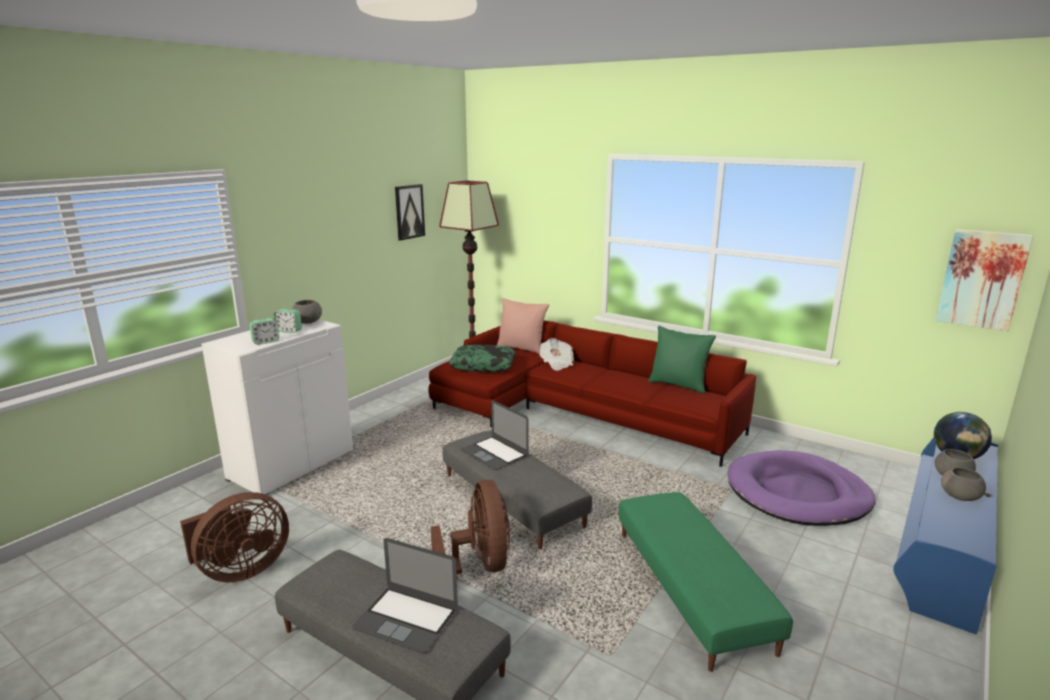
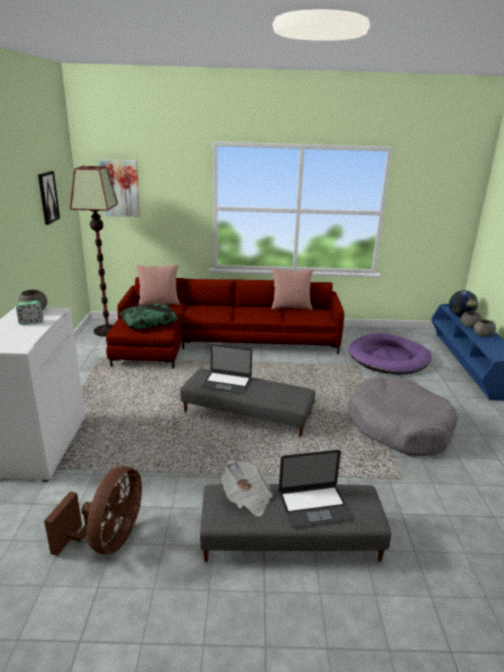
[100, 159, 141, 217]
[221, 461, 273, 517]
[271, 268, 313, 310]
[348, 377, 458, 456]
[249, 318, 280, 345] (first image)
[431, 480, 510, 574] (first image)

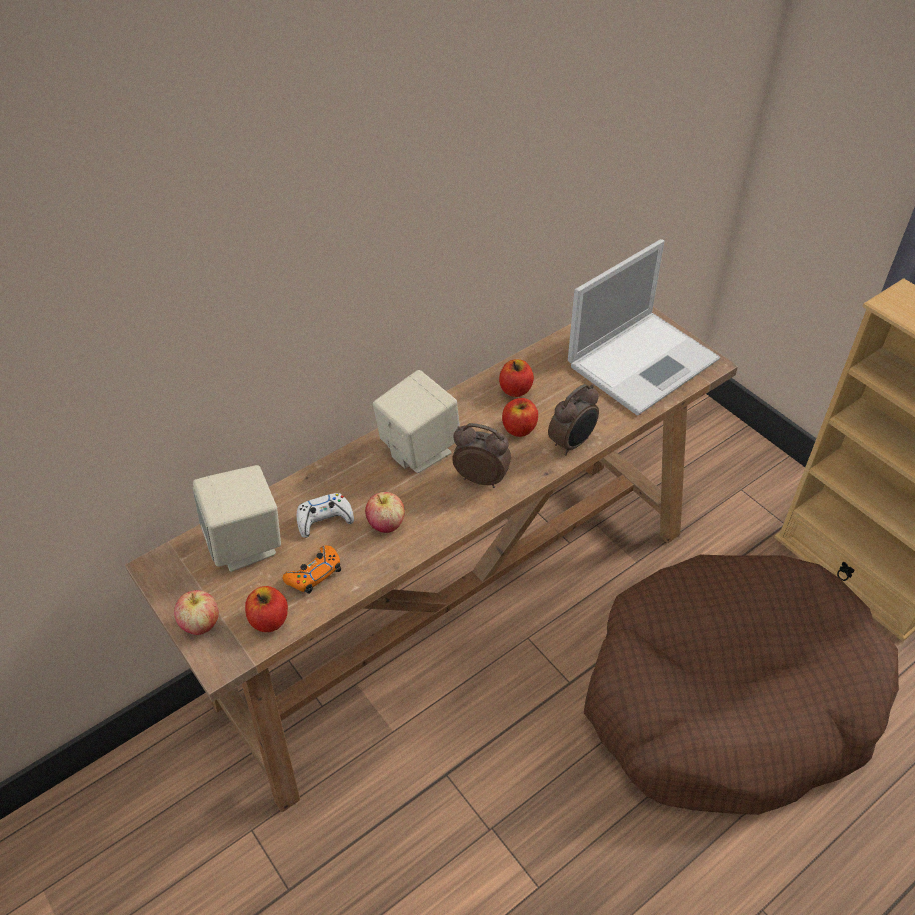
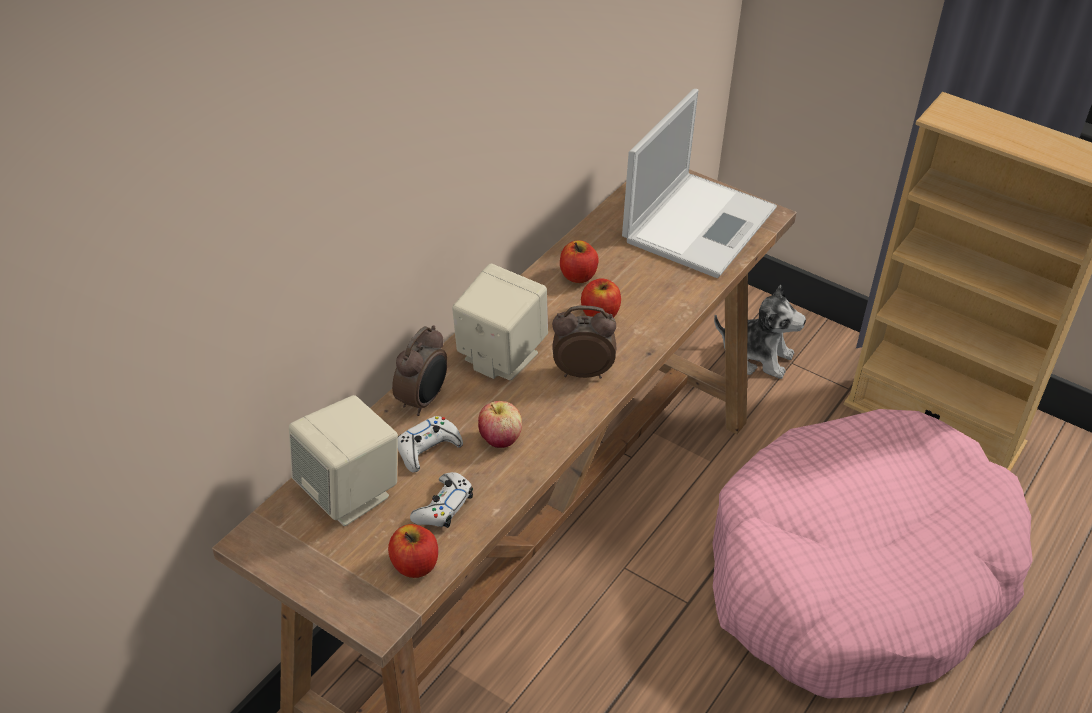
[392, 325, 447, 416]
[410, 472, 473, 528]
[712, 409, 1033, 698]
[714, 285, 806, 379]
[174, 590, 219, 635] (first image)

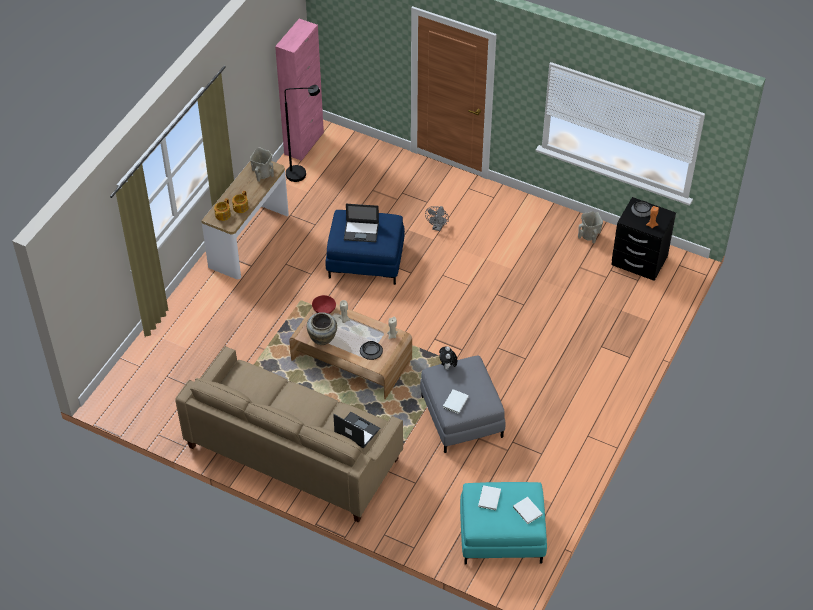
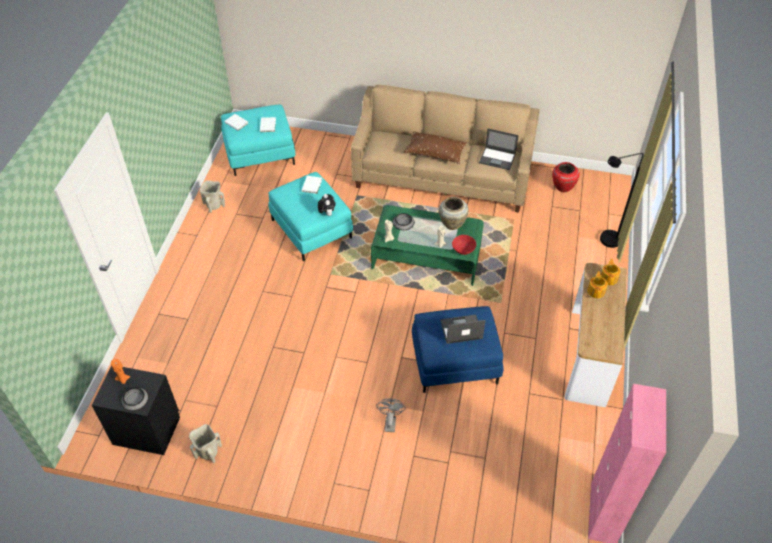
[200, 180, 225, 213]
[268, 172, 353, 261]
[371, 205, 484, 286]
[404, 131, 467, 164]
[479, 129, 519, 170]
[552, 162, 580, 192]
[600, 153, 644, 248]

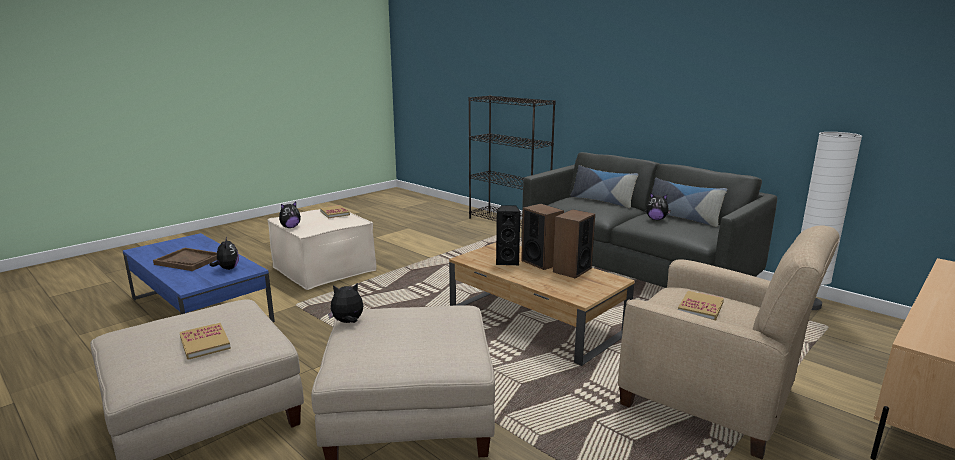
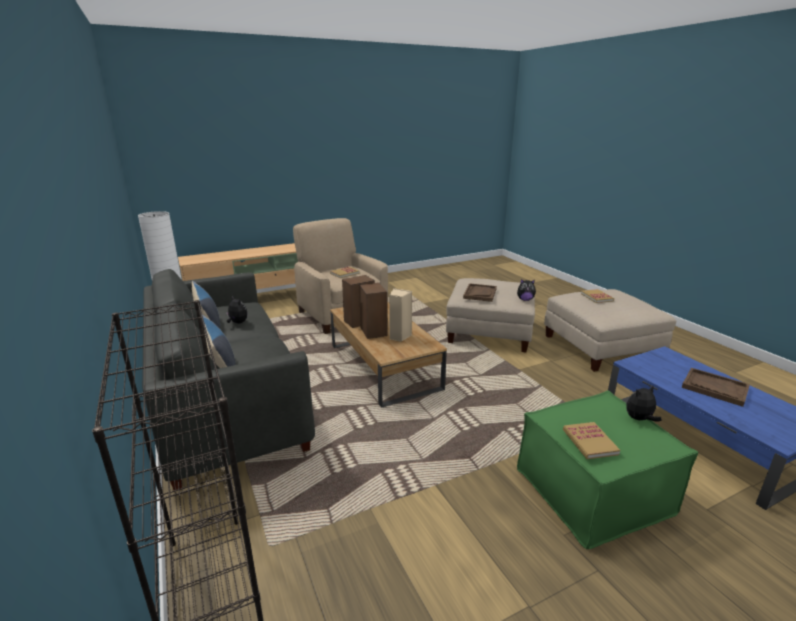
[389, 288, 412, 342]
[463, 283, 497, 302]
[517, 391, 698, 549]
[210, 237, 239, 270] (first image)

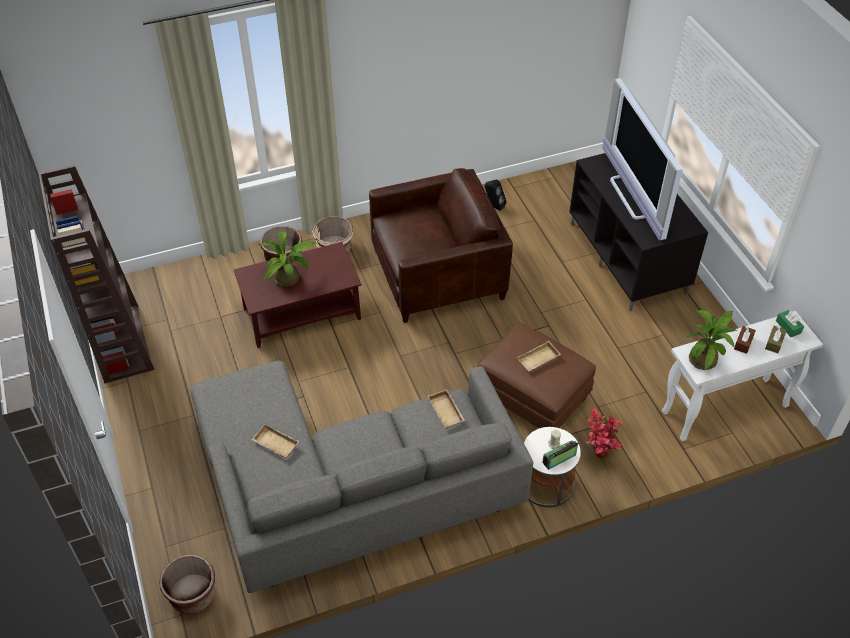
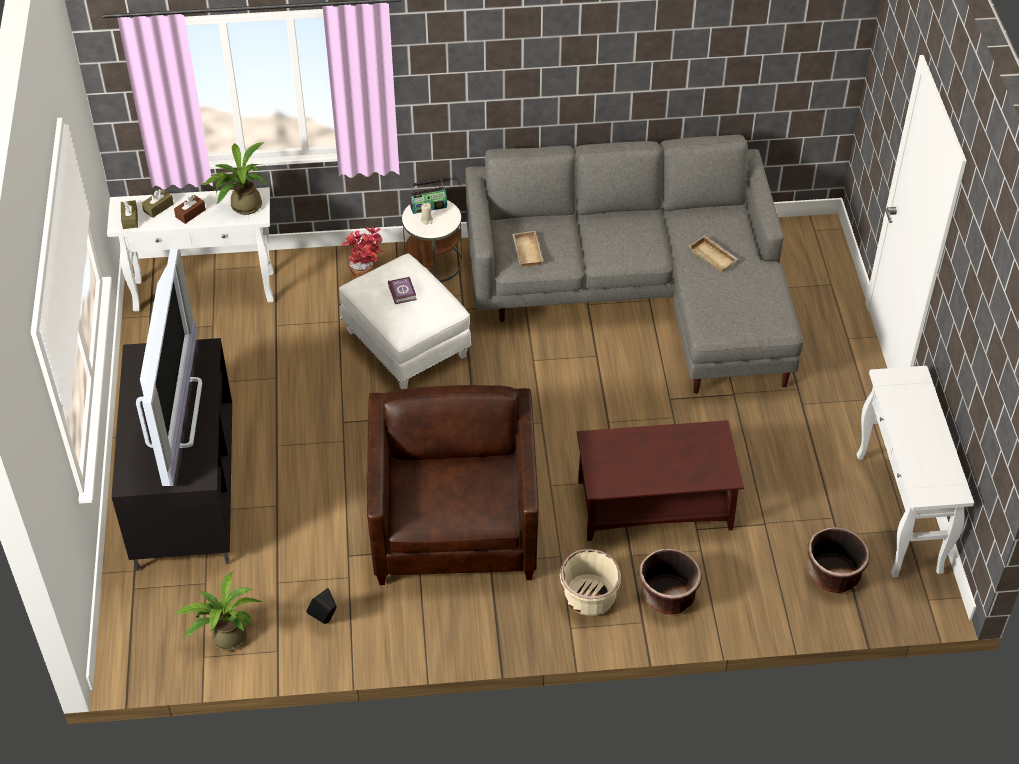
[121, 200, 138, 229]
[175, 572, 262, 651]
[339, 254, 471, 389]
[367, 385, 539, 585]
[388, 277, 417, 304]
[807, 527, 870, 593]
[857, 366, 974, 578]

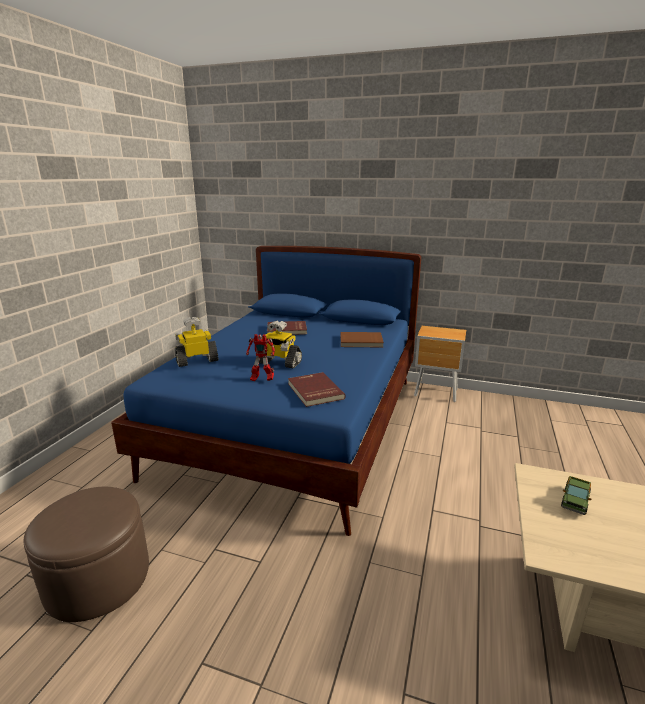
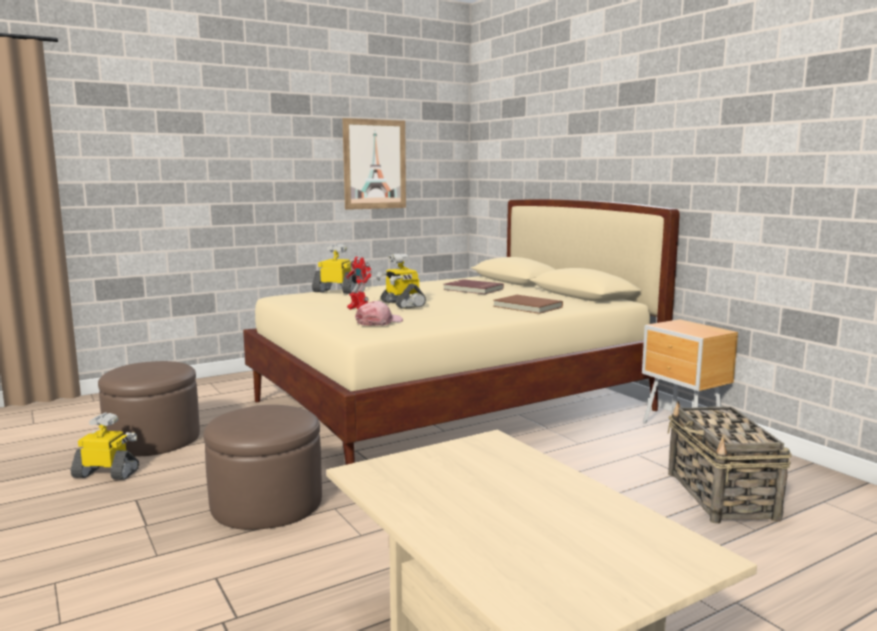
[71, 412, 139, 480]
[203, 405, 322, 530]
[243, 199, 680, 465]
[342, 118, 406, 210]
[355, 301, 403, 326]
[668, 401, 792, 524]
[561, 476, 592, 515] (first image)

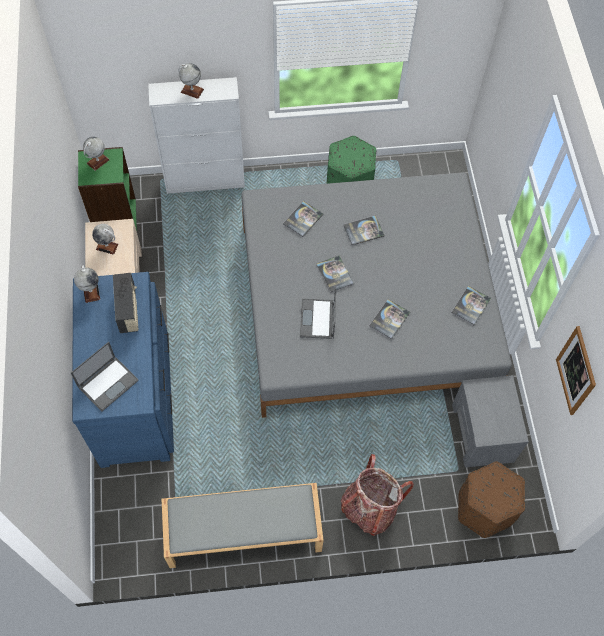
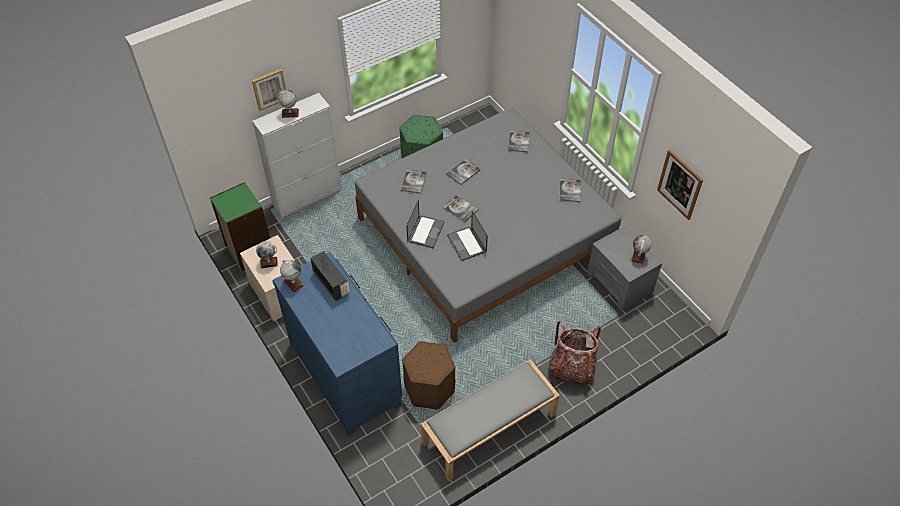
[252, 69, 286, 111]
[402, 341, 455, 409]
[406, 199, 445, 249]
[508, 130, 530, 153]
[632, 235, 652, 264]

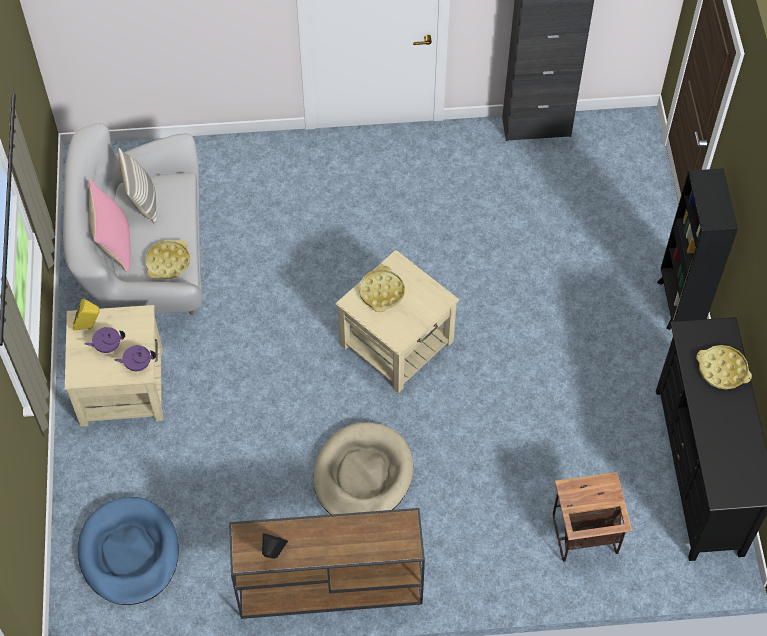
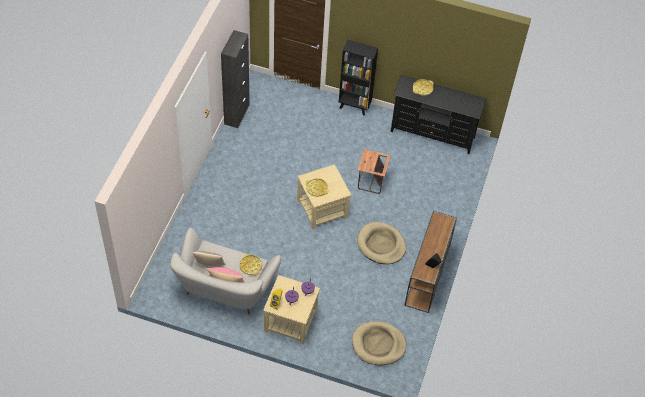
[352, 321, 406, 365]
[358, 149, 391, 194]

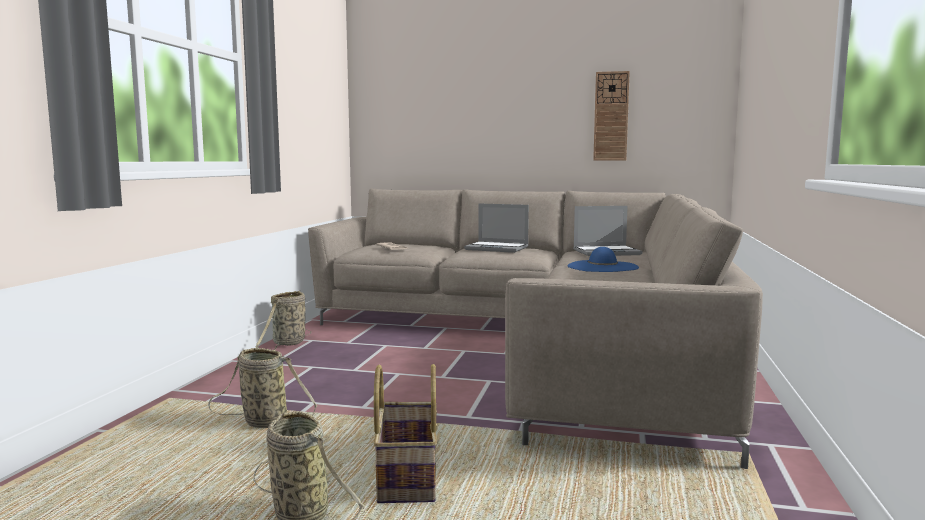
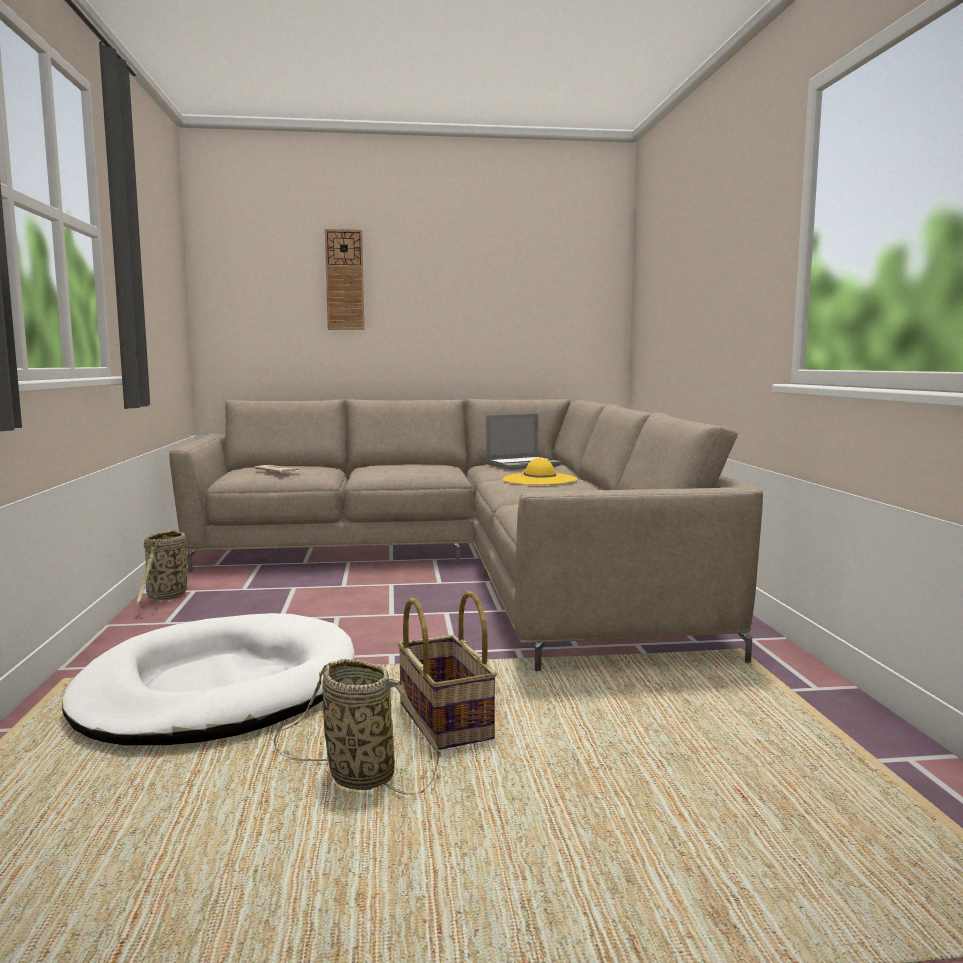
[62, 613, 355, 745]
[325, 229, 364, 330]
[503, 458, 578, 485]
[464, 203, 529, 253] (first image)

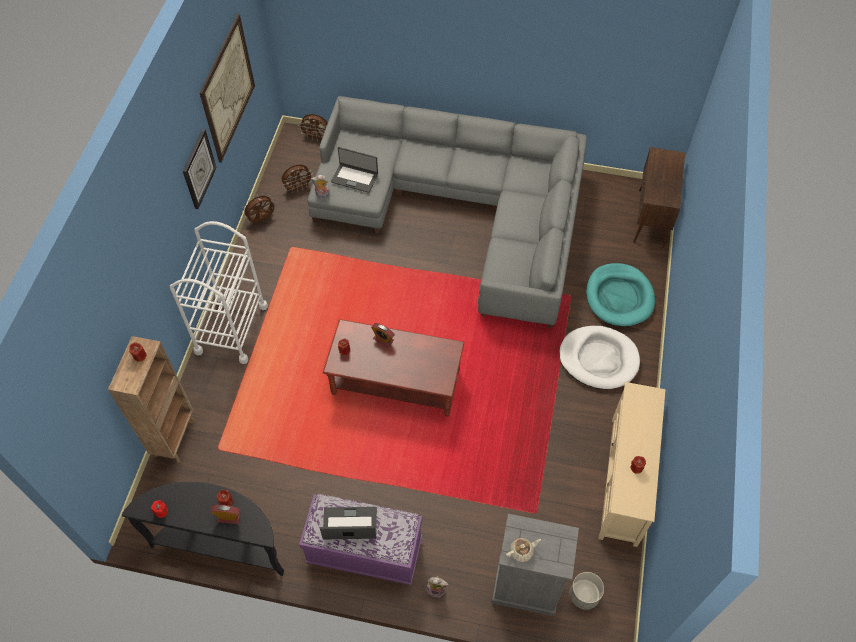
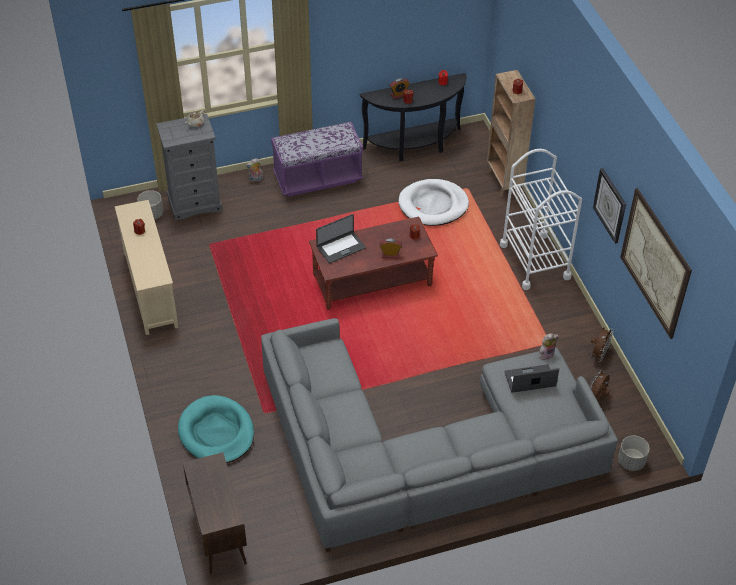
[316, 214, 366, 264]
[399, 179, 469, 226]
[618, 435, 649, 471]

